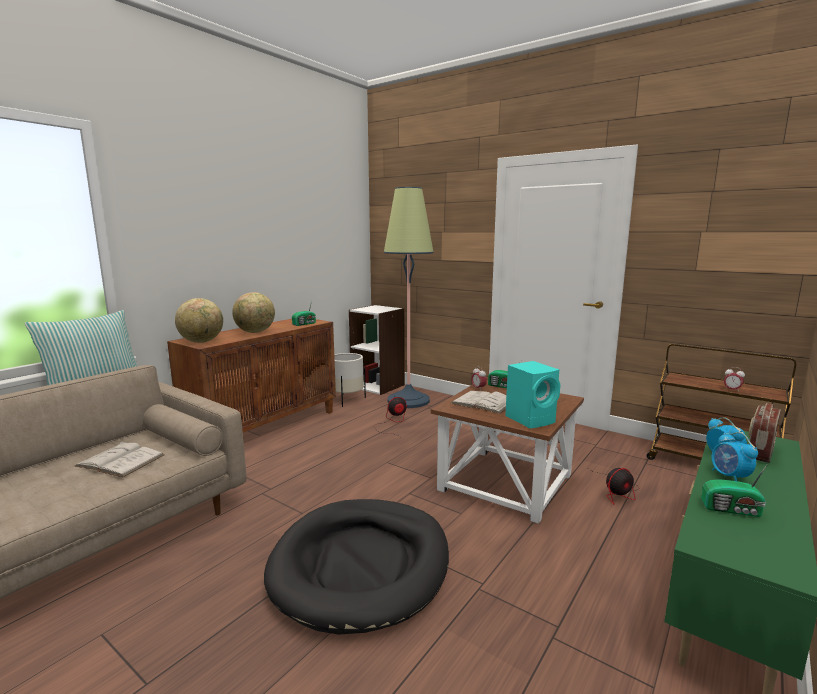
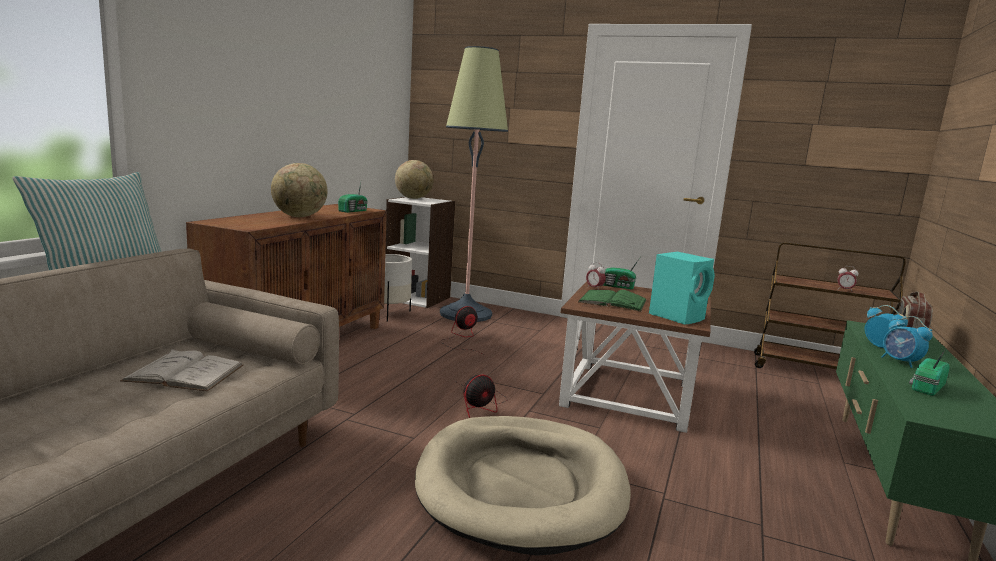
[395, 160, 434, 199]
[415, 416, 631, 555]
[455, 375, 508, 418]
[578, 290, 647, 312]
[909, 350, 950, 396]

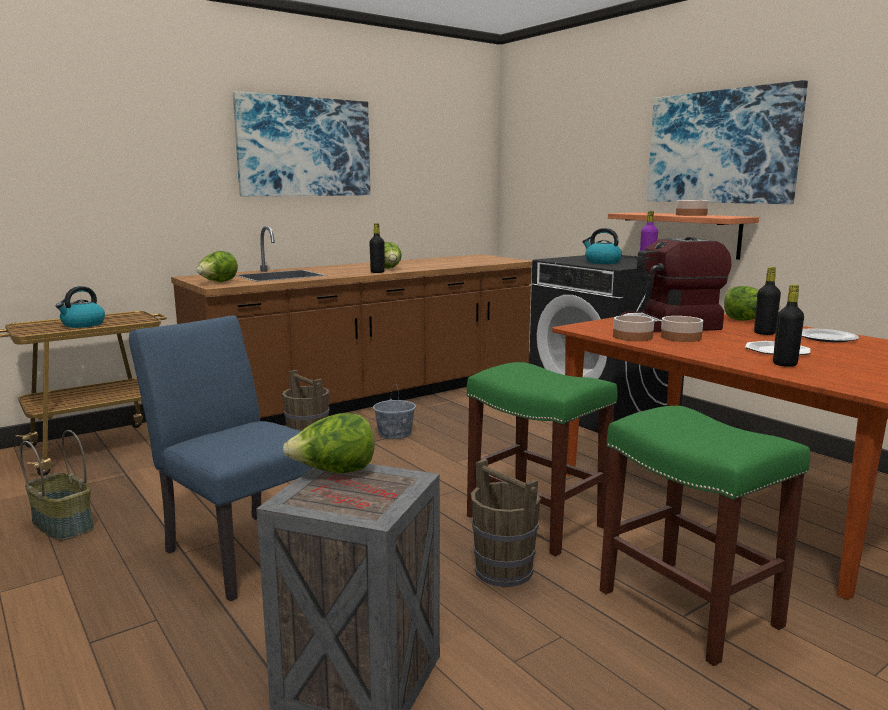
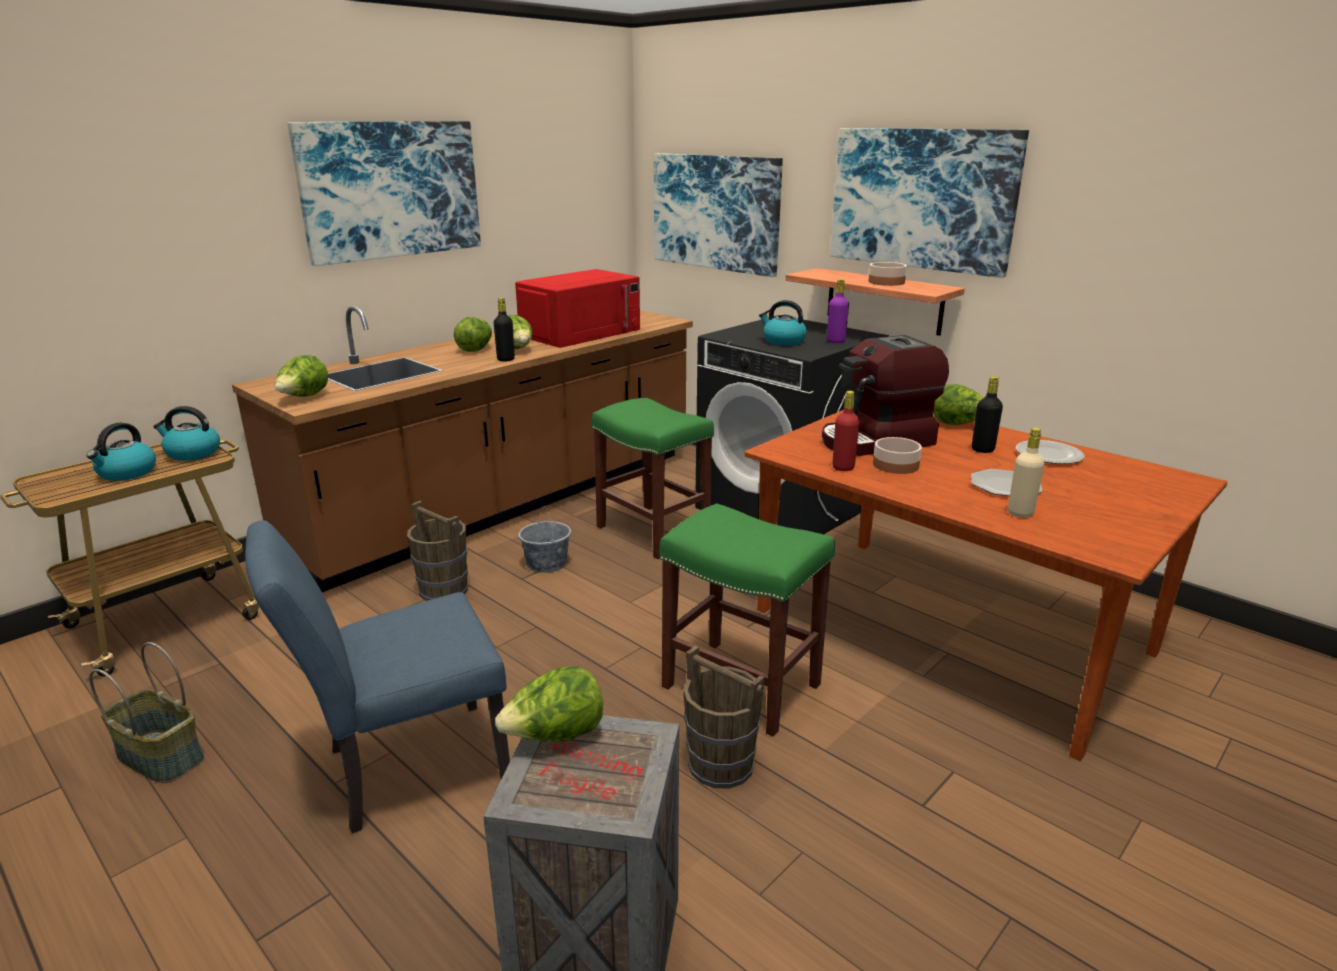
[153, 406, 220, 461]
[245, 520, 510, 833]
[454, 317, 492, 352]
[515, 269, 640, 348]
[592, 398, 714, 559]
[654, 153, 783, 277]
[832, 391, 860, 471]
[1008, 428, 1045, 518]

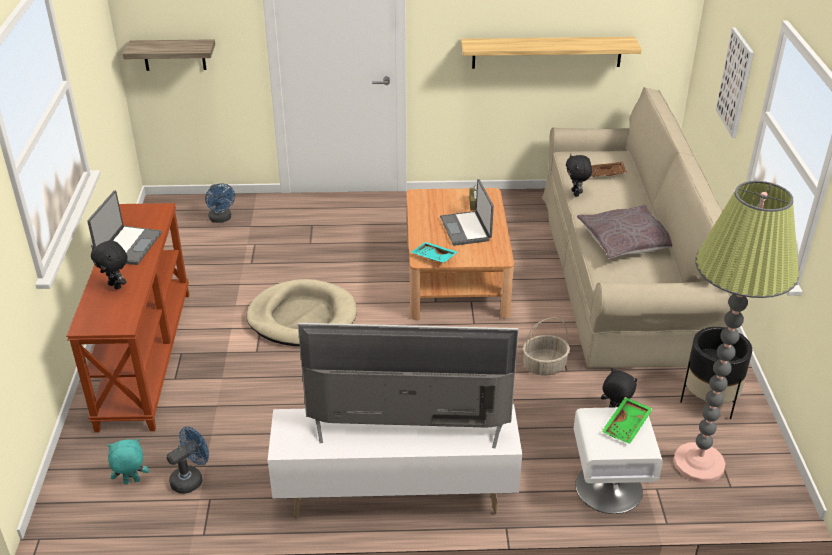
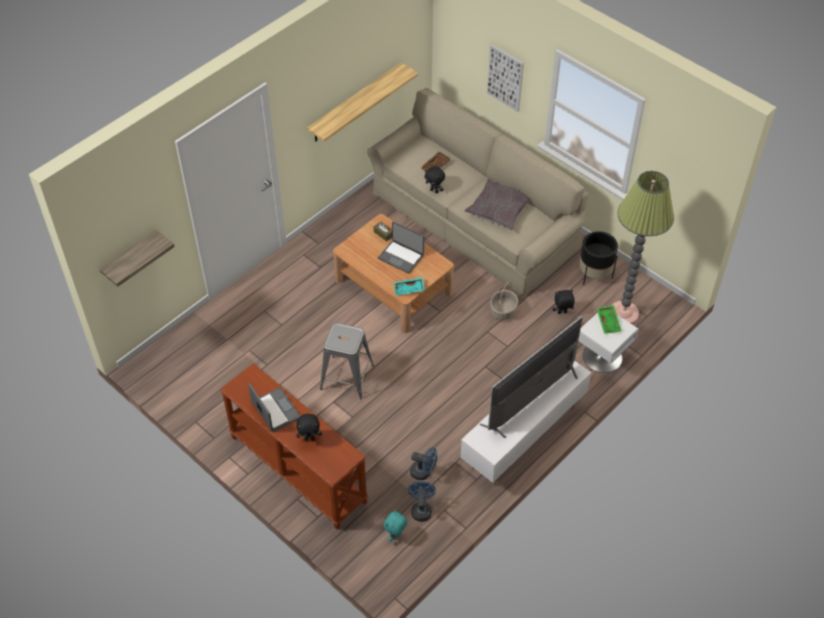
[320, 323, 374, 399]
[410, 447, 437, 480]

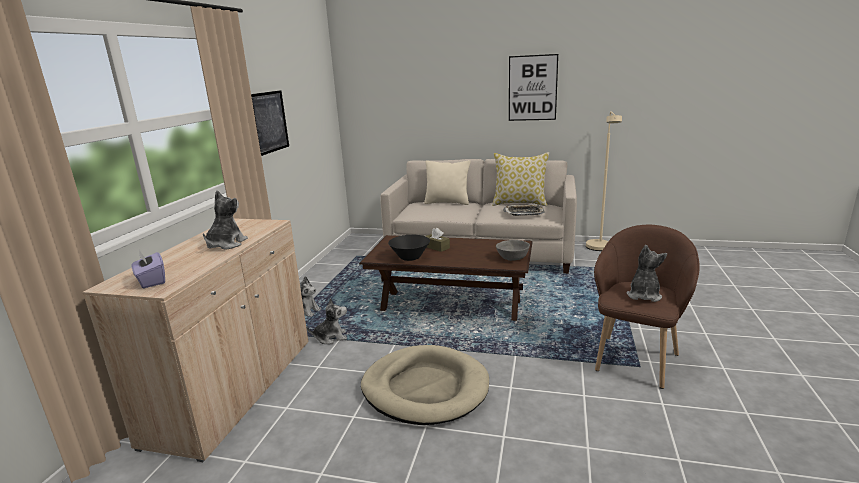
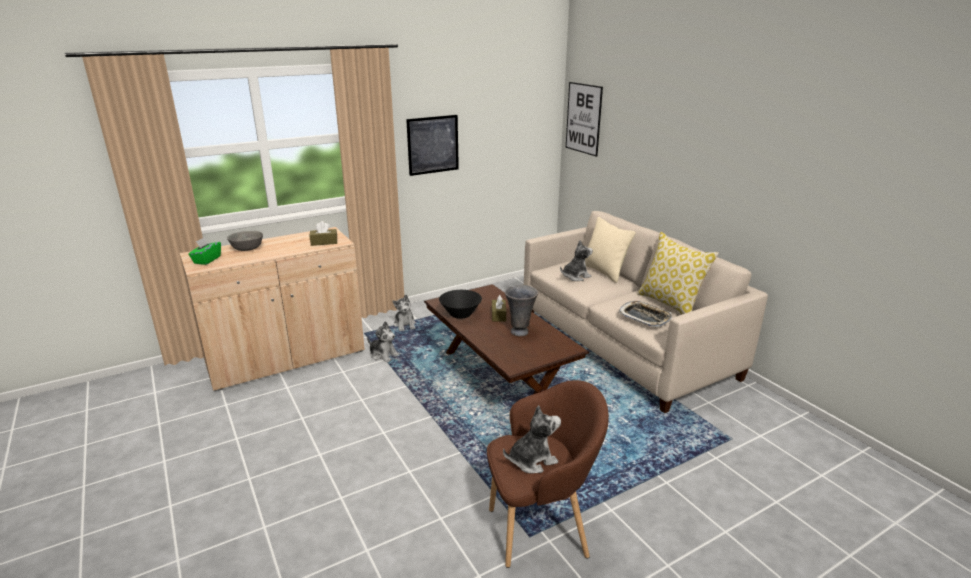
[188, 237, 221, 265]
[227, 231, 263, 251]
[310, 221, 337, 246]
[505, 285, 538, 336]
[560, 240, 593, 281]
[566, 82, 603, 157]
[361, 345, 489, 425] (first image)
[586, 111, 622, 251] (first image)

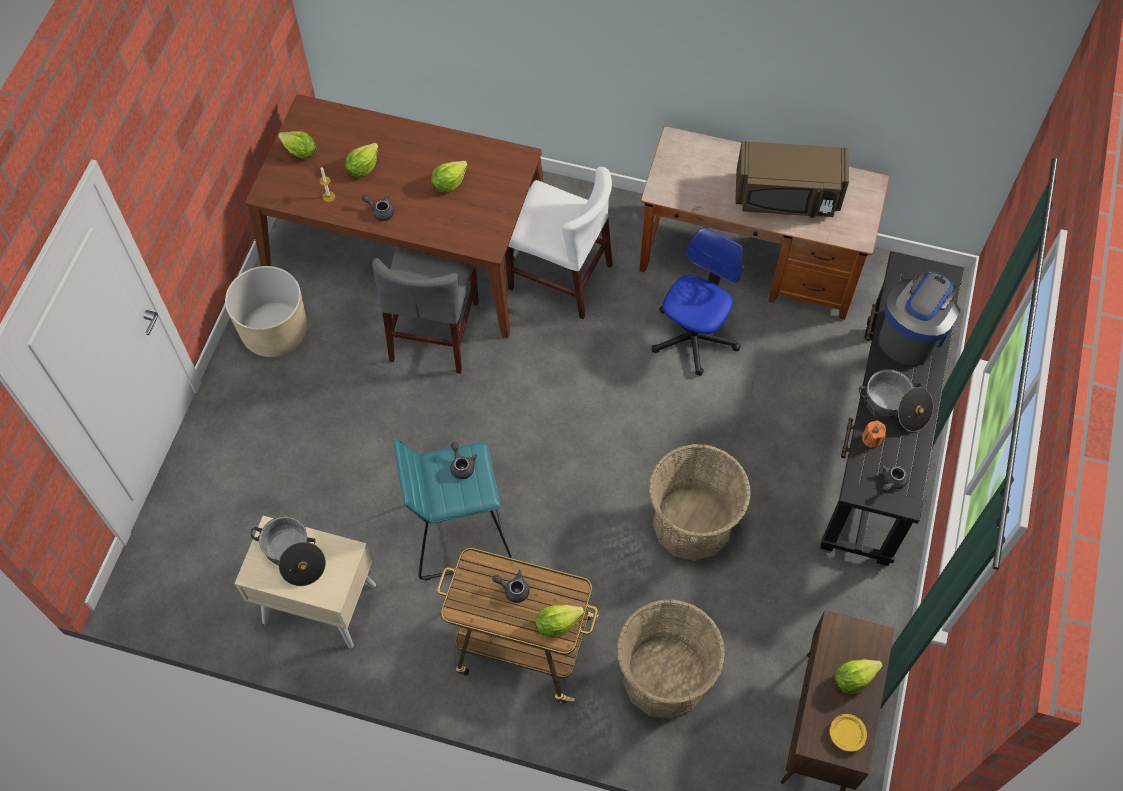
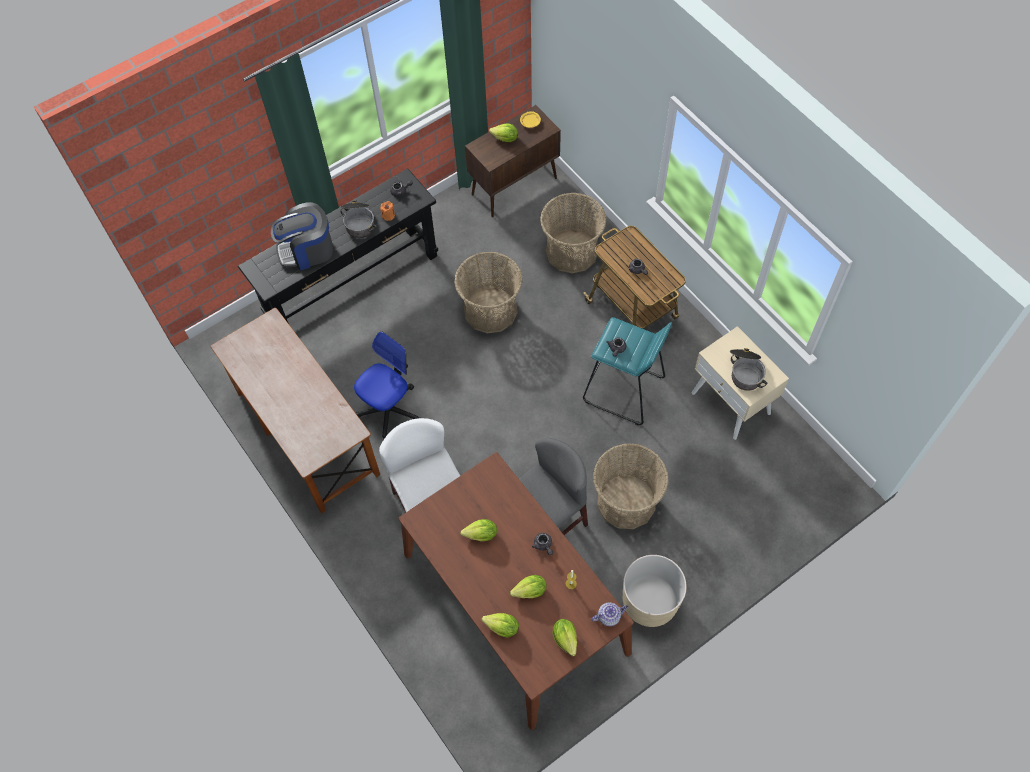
[354, 332, 420, 439]
[482, 613, 519, 638]
[591, 602, 628, 626]
[593, 443, 669, 529]
[735, 141, 849, 218] (first image)

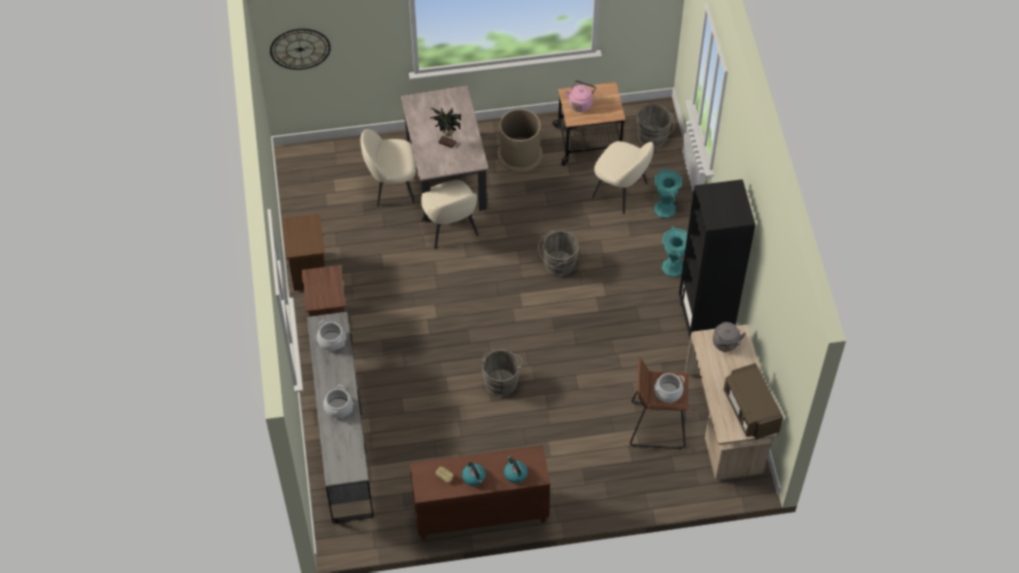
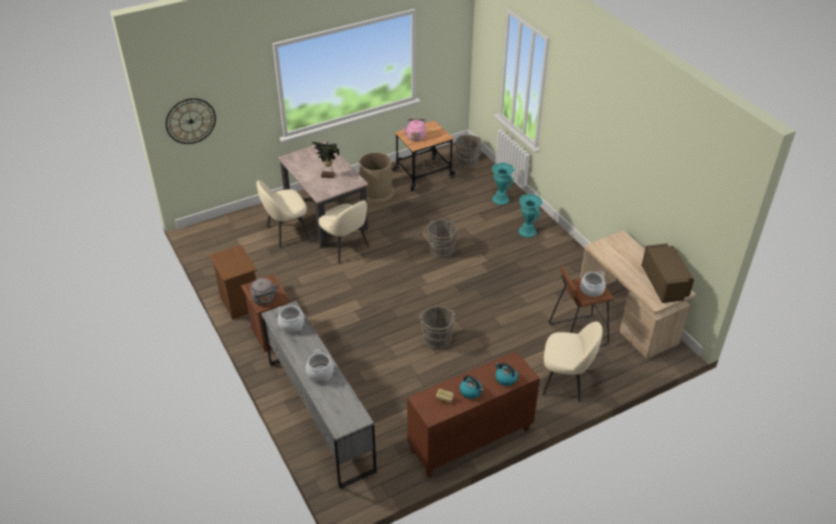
[250, 278, 278, 305]
[542, 322, 603, 402]
[642, 243, 694, 303]
[679, 179, 755, 337] (first image)

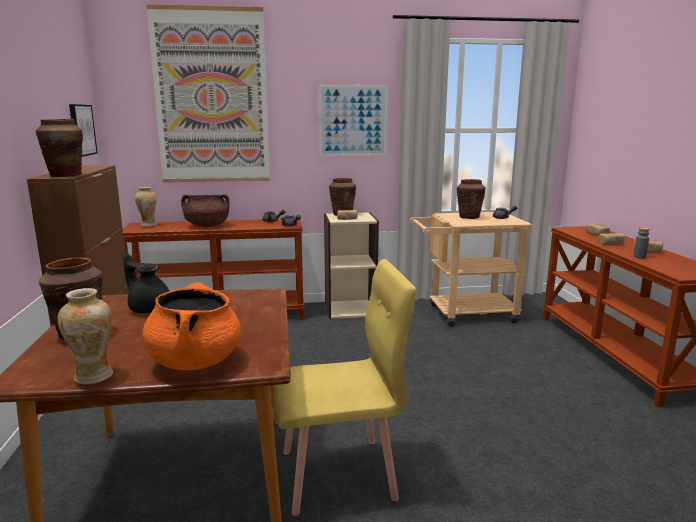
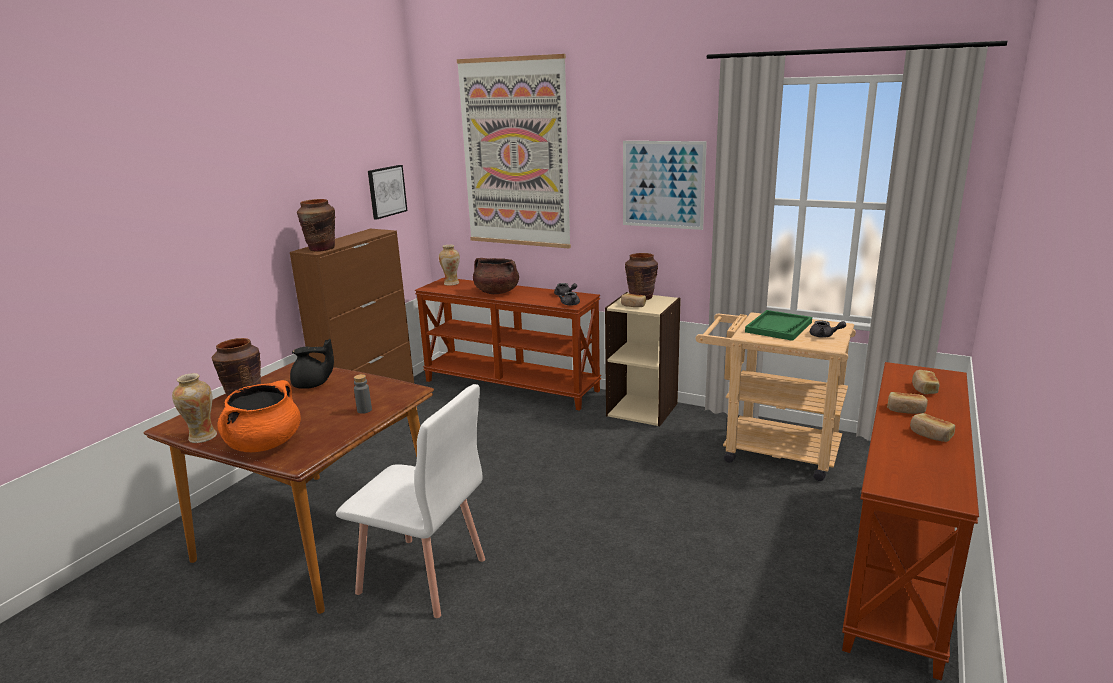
[290, 339, 334, 389]
[336, 384, 485, 618]
[354, 374, 372, 414]
[745, 310, 812, 341]

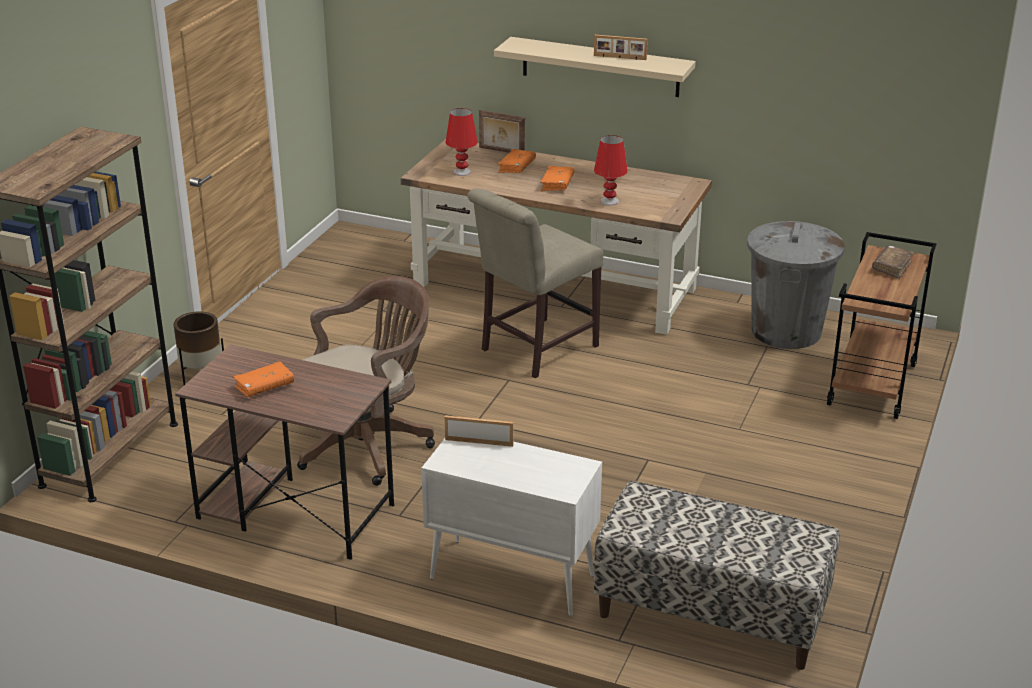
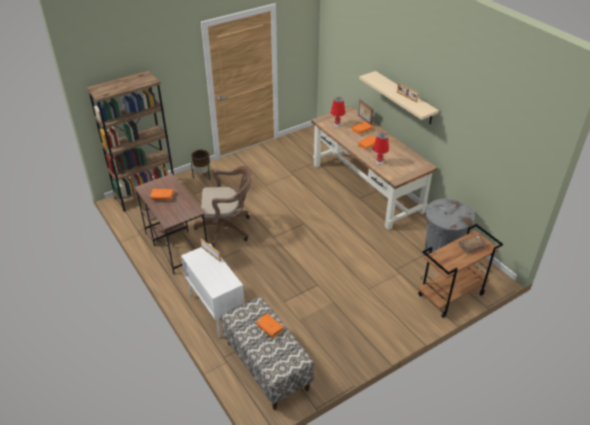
[255, 313, 284, 338]
[467, 188, 604, 378] (first image)

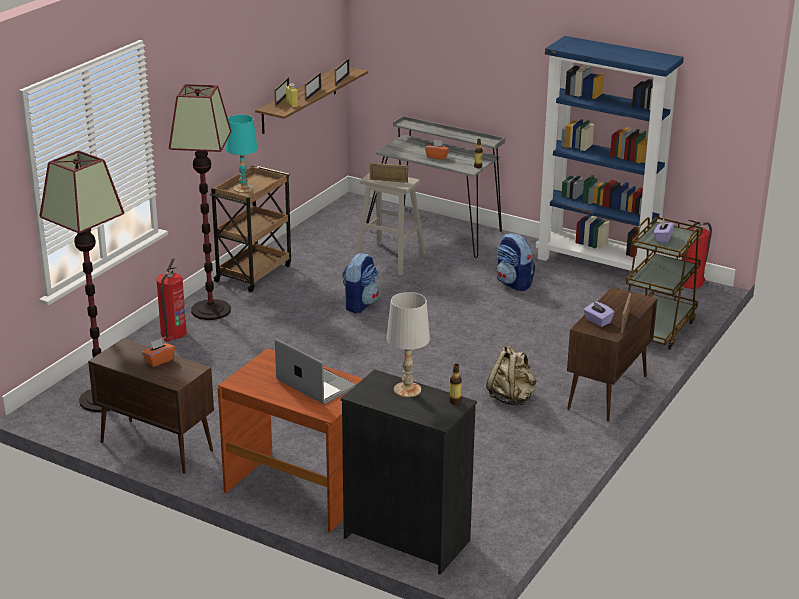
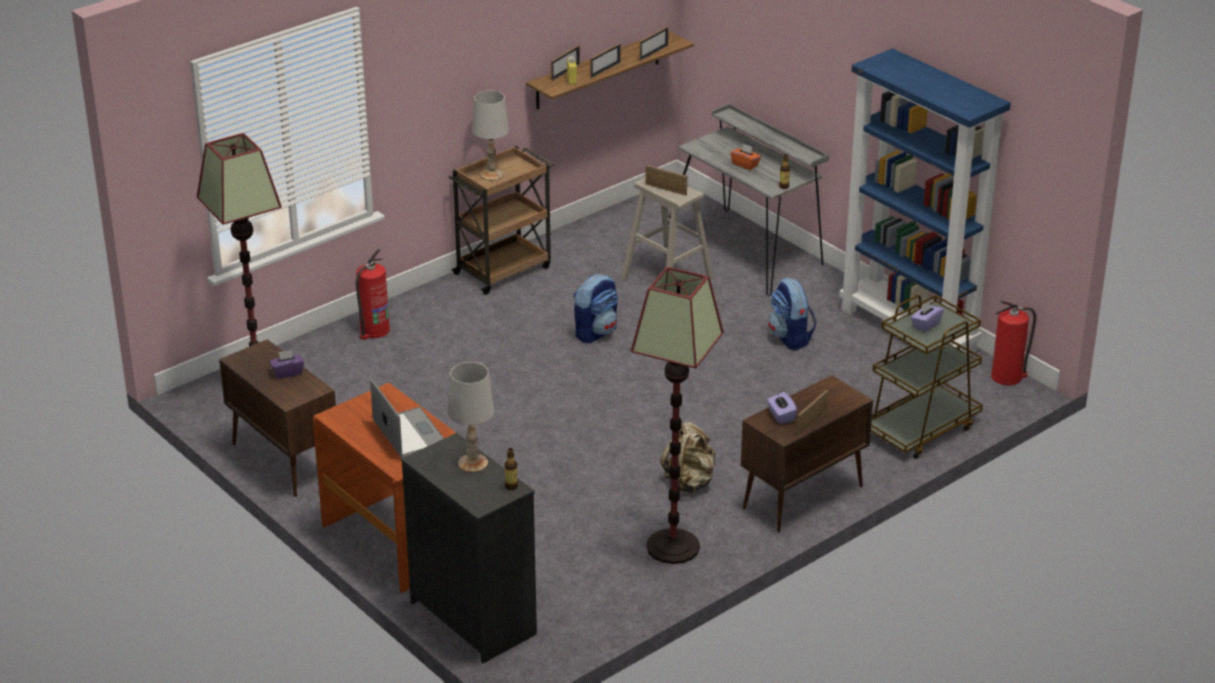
[270, 350, 304, 379]
[472, 91, 509, 181]
[631, 267, 724, 564]

